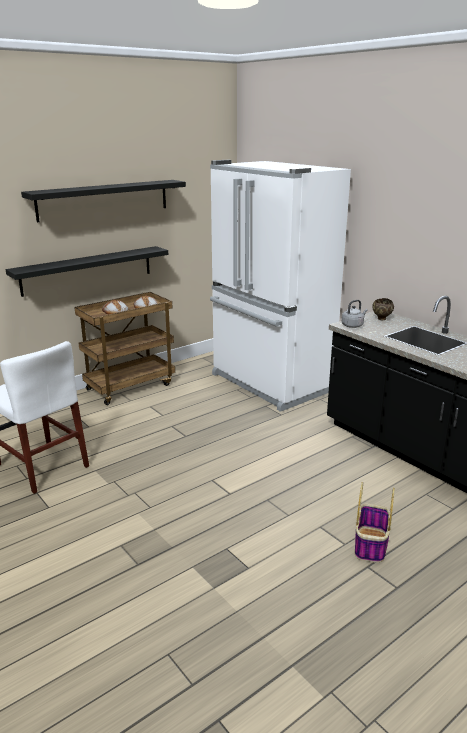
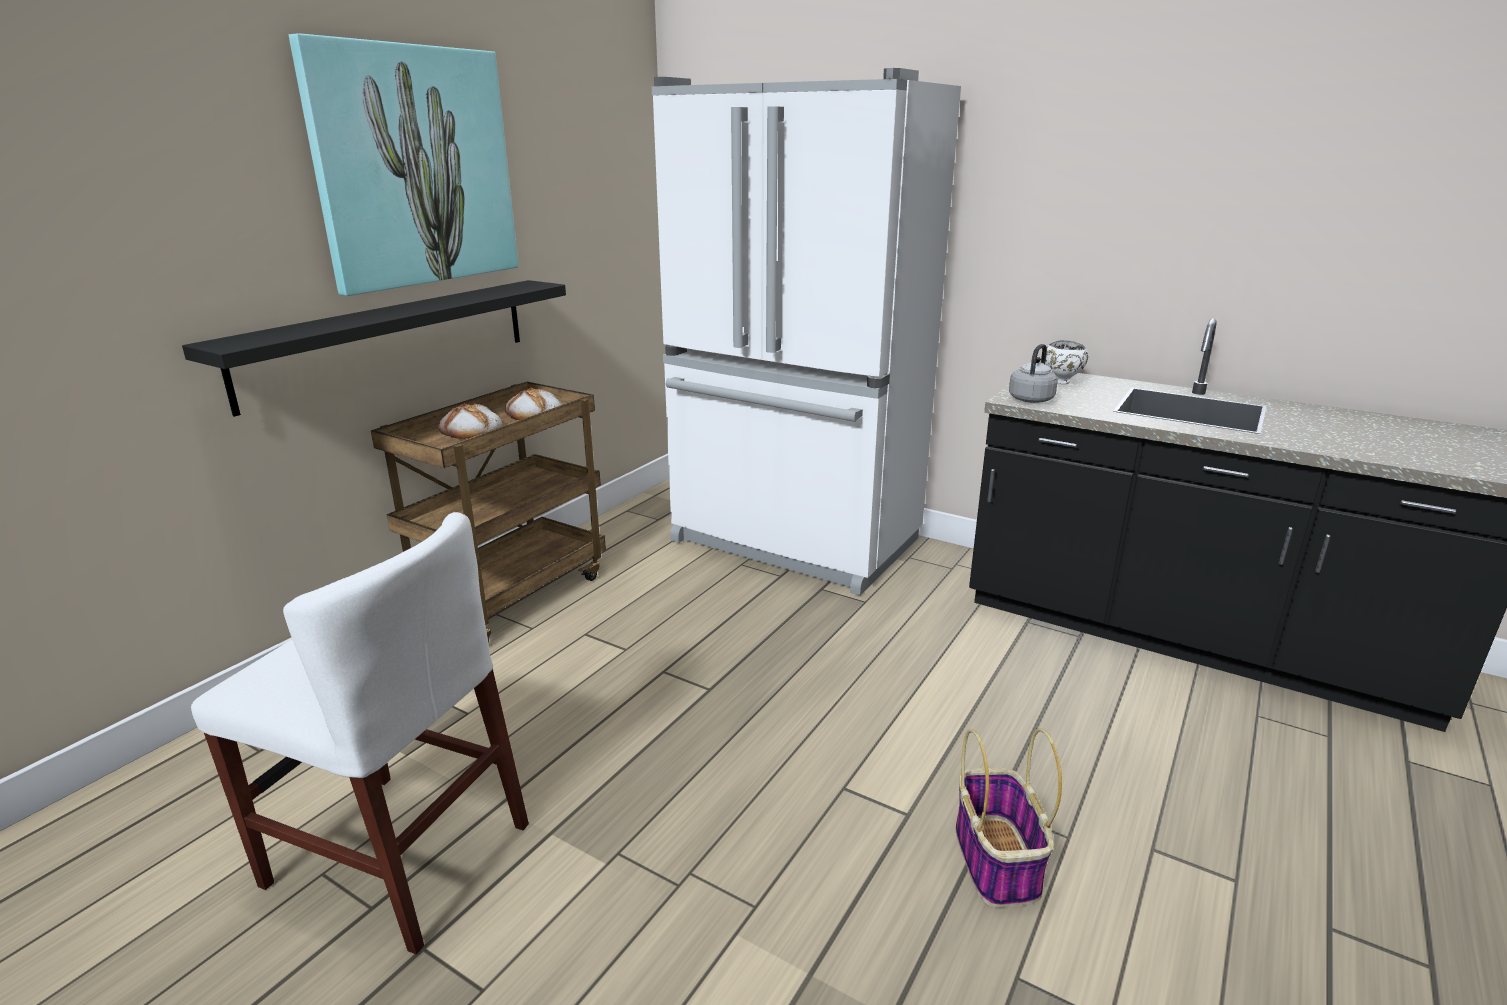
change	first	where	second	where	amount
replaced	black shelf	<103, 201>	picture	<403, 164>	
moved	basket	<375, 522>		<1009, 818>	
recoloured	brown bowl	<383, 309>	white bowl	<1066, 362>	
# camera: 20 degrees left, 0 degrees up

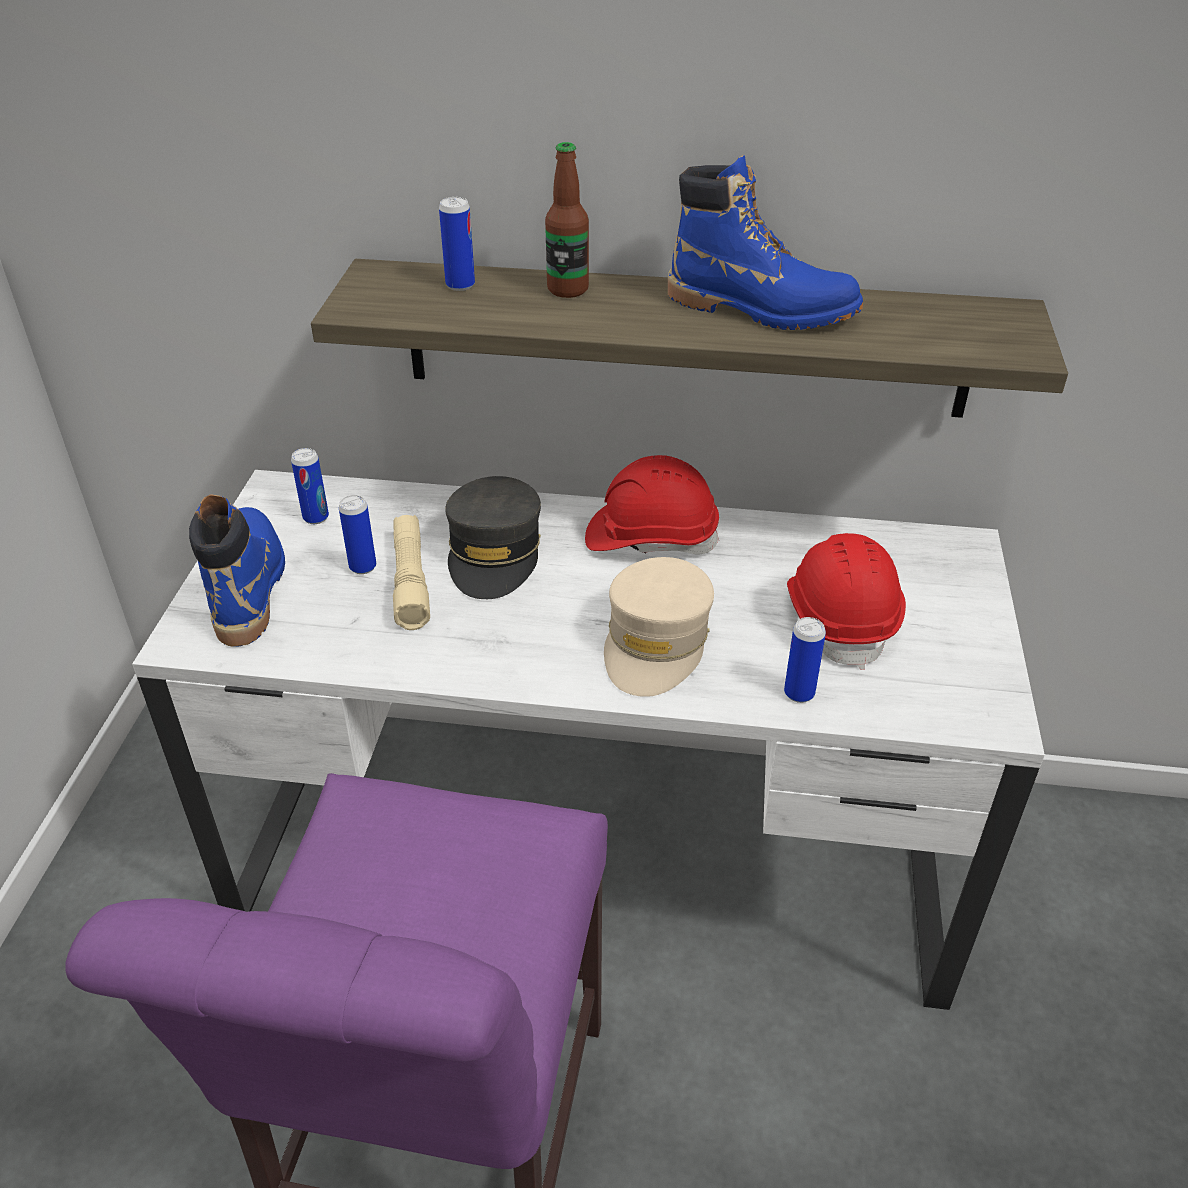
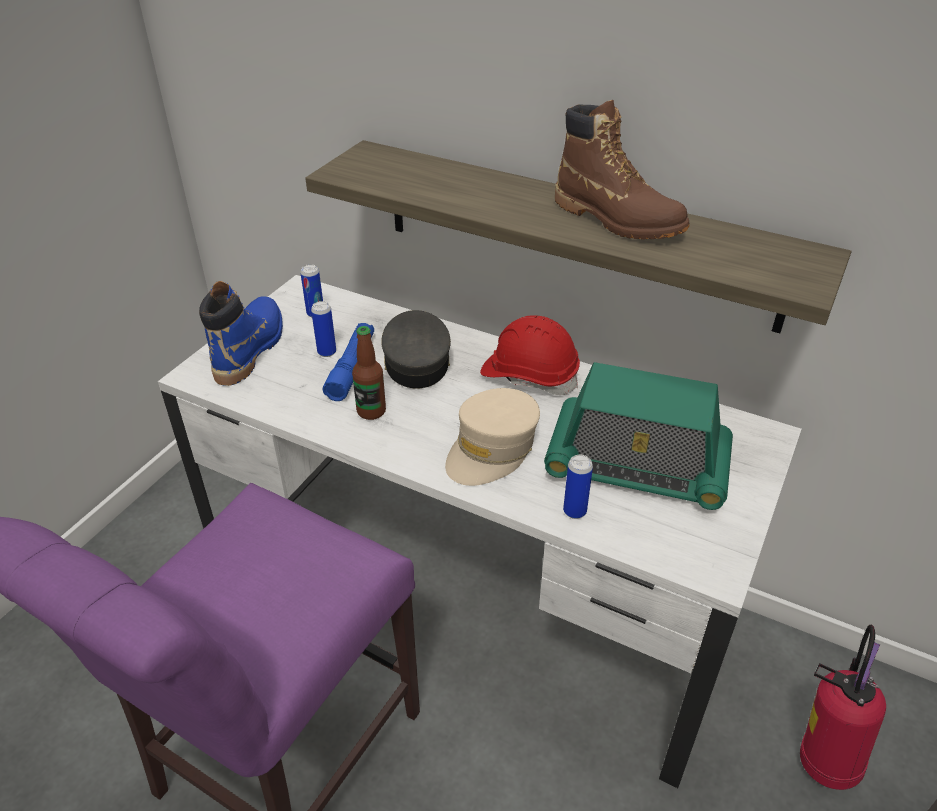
change	first	where	second	where	amount
recoloured	beige flashlight	<411, 572>	blue flashlight	<348, 362>	
moved	bottle	<567, 220>		<369, 373>	
turned	grey cap	<493, 537>		<416, 349>	150 degrees clockwise
replaced	red hard hat	<846, 601>	radio	<638, 436>	
recoloured	blue boot	<765, 242>	brown boot	<622, 170>	
added			fire extinguisher	<843, 707>	
removed	can	<457, 244>			
# camera: 20 degrees right, 0 degrees up

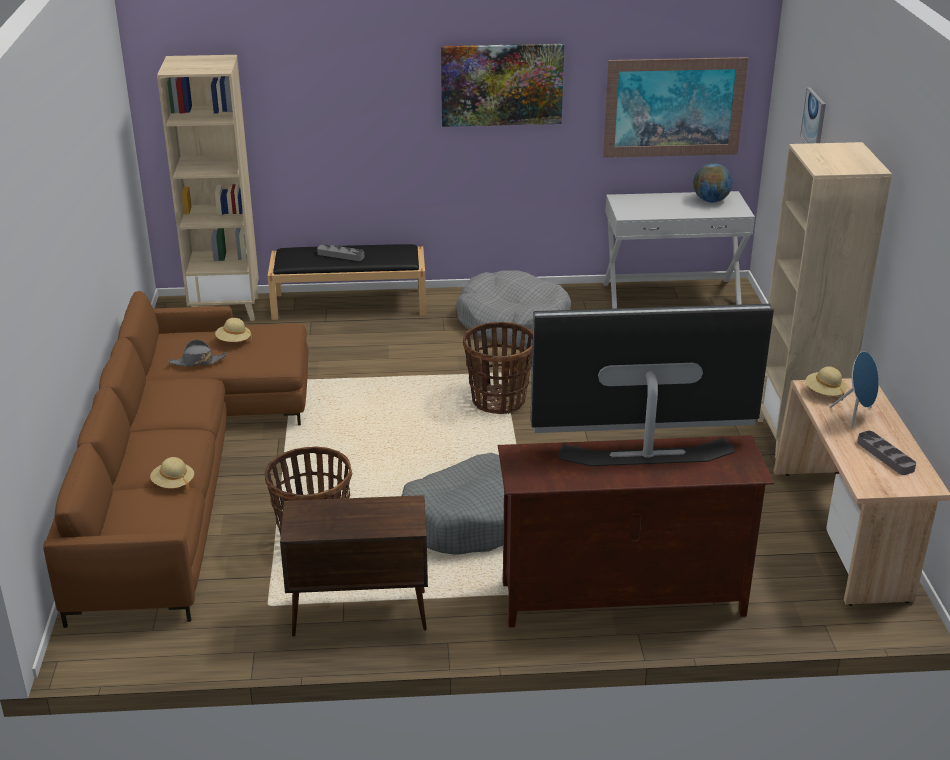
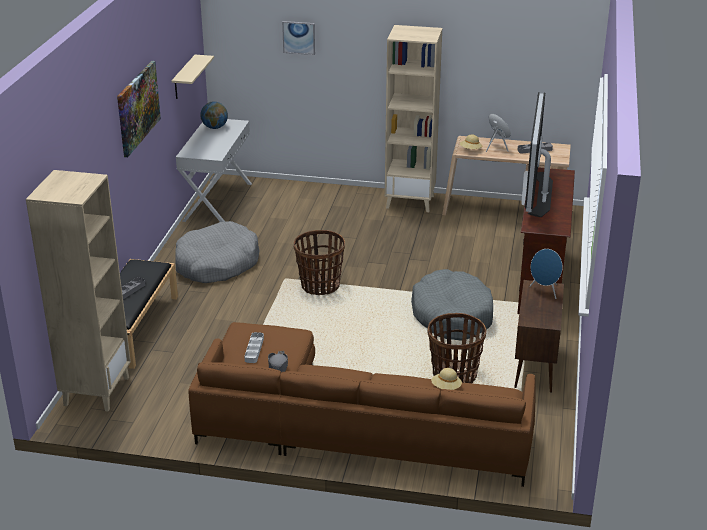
change	first	where	second	where	amount
replaced	picture	<675, 107>	beige shelf	<193, 77>	
replaced	beige hat	<233, 330>	grey tray	<254, 347>	
added			blue speaker	<546, 274>	
# camera: 75 degrees left, 0 degrees up

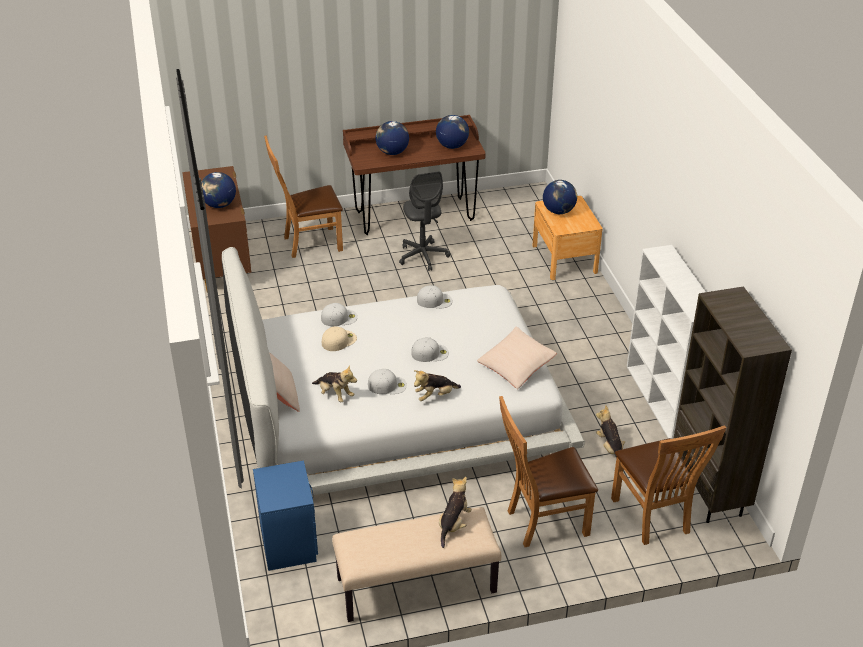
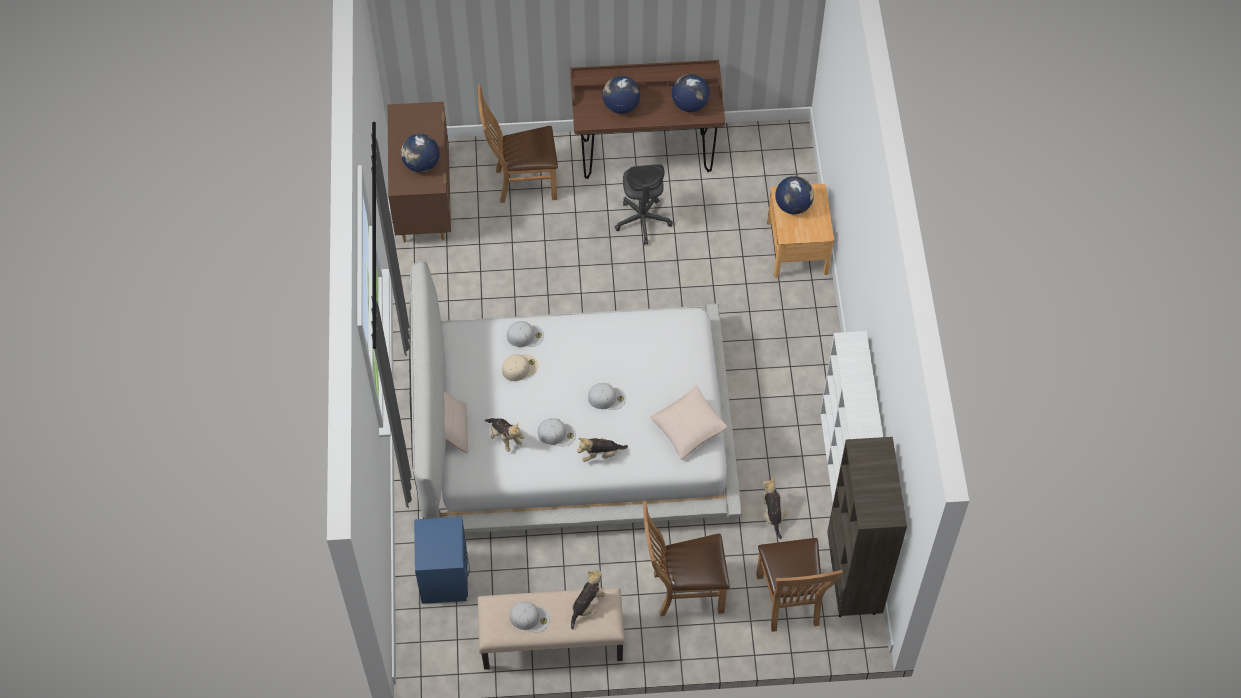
change	first	where	second	where	amount
moved	white cap	<434, 296>		<530, 617>	
# camera: 10 degrees right, 20 degrees up

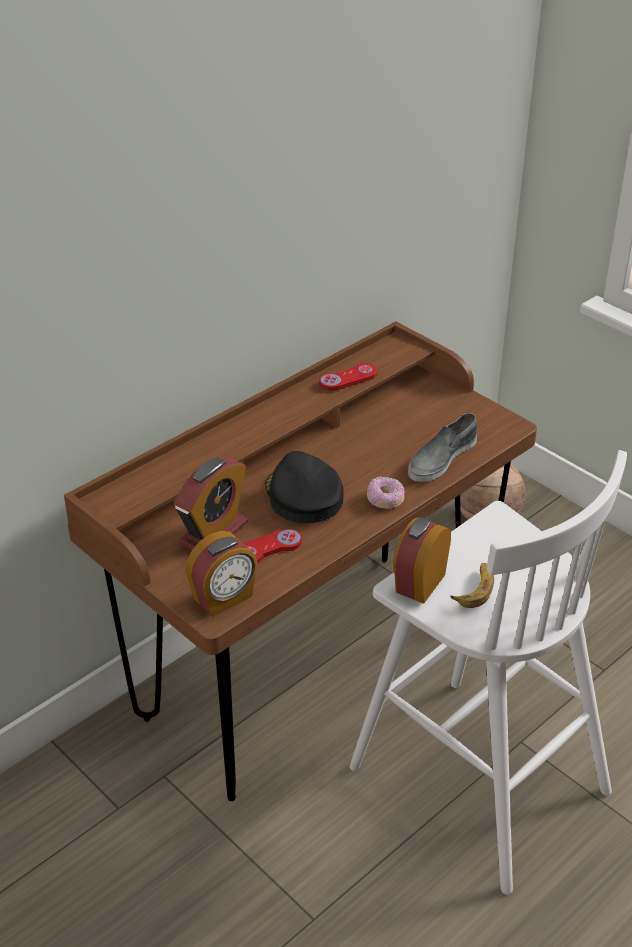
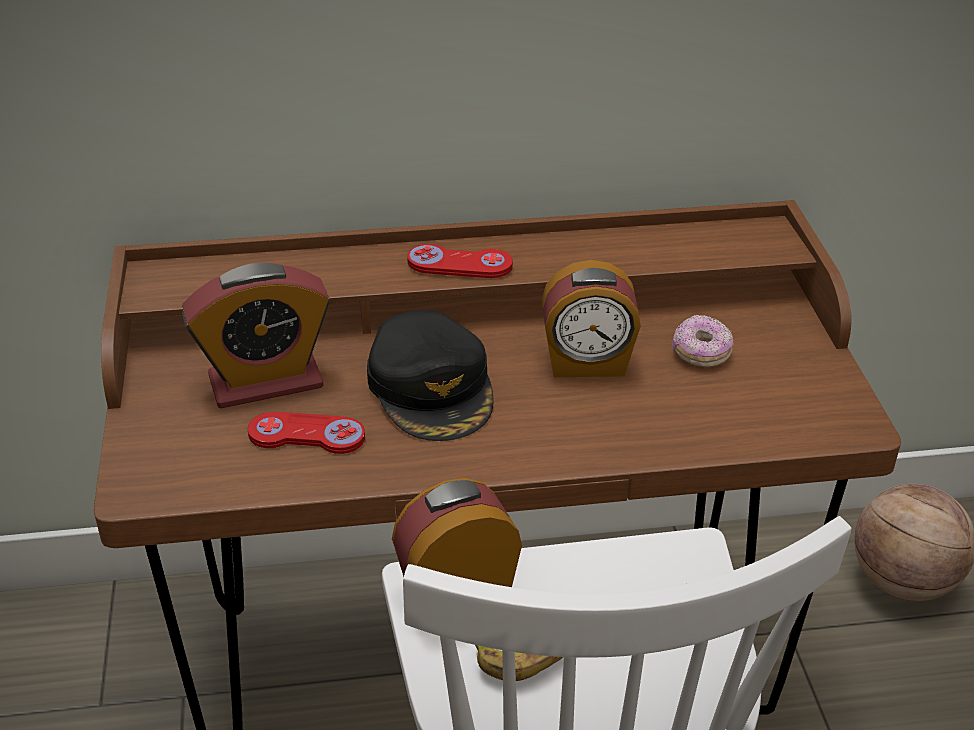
change	first	where	second	where	amount
turned	black cap	<304, 487>		<430, 375>	150 degrees clockwise
moved	red game controller	<348, 376>		<460, 261>	
moved	alarm clock	<221, 574>		<591, 318>	
moved	donut	<385, 493>		<702, 341>	
removed	grey shoe	<443, 447>			
# camera: 35 degrees right, 0 degrees up

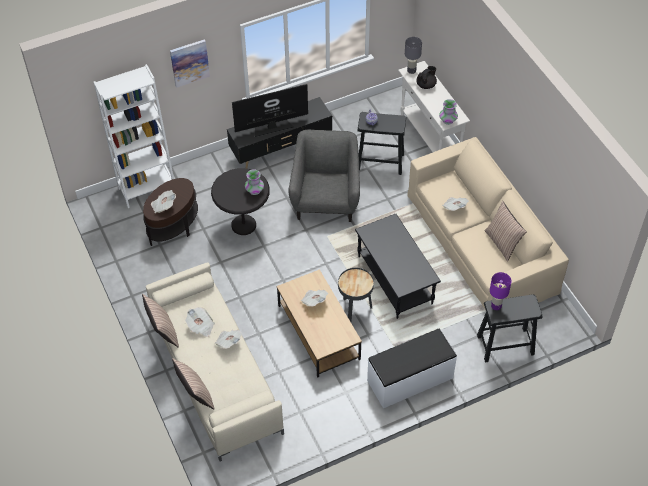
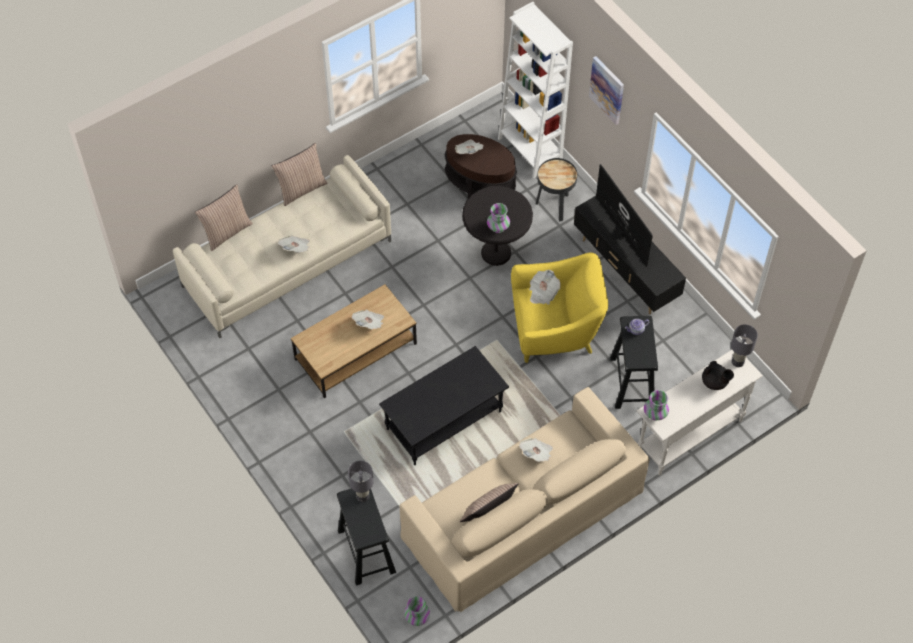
change	first	where	second	where	amount
recoloured	purple table lamp	<500, 291>	grey table lamp	<361, 481>	
added			vase	<417, 611>	
recoloured	grey armchair	<324, 176>	yellow armchair	<559, 307>	
moved	newspaper	<200, 322>		<545, 287>	
moved	black side table	<356, 295>		<556, 189>	
removed	white bench	<412, 368>			
# camera: 80 degrees right, 5 degrees up

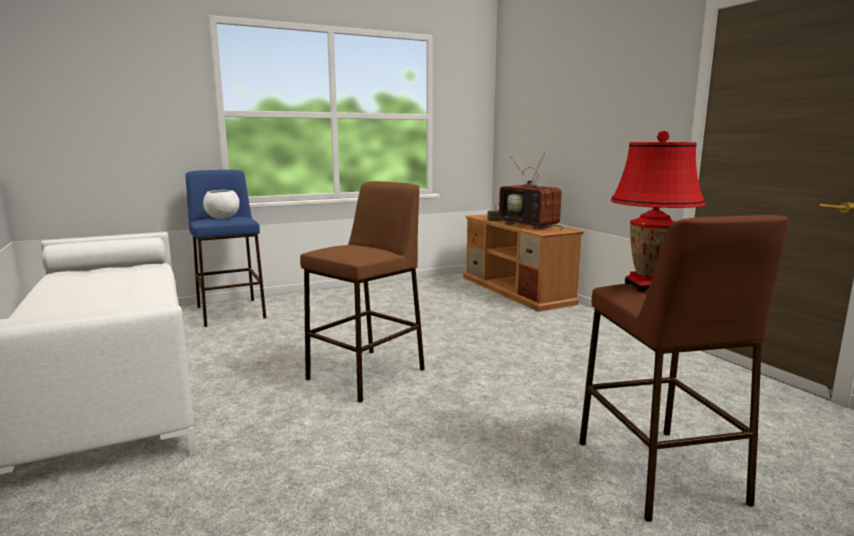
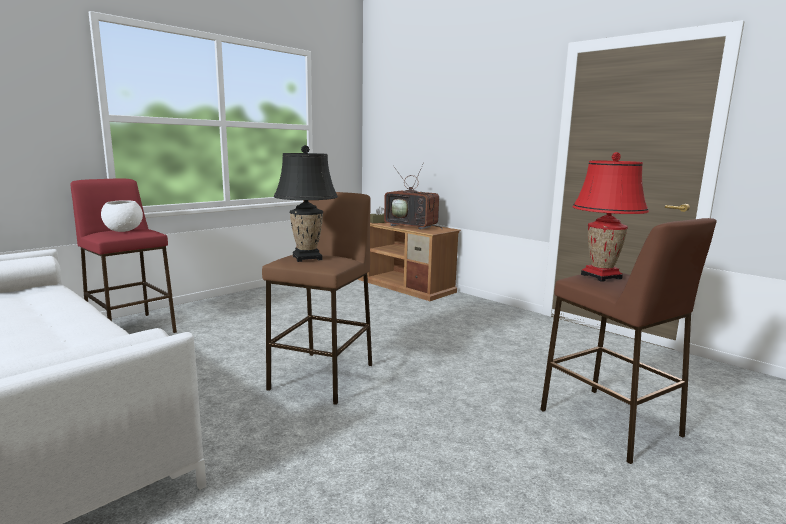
change	first	where	second	where	amount
recoloured	blue stool	<226, 248>	red stool	<123, 255>	
added			black table lamp	<306, 203>	
# camera: 20 degrees left, 0 degrees up

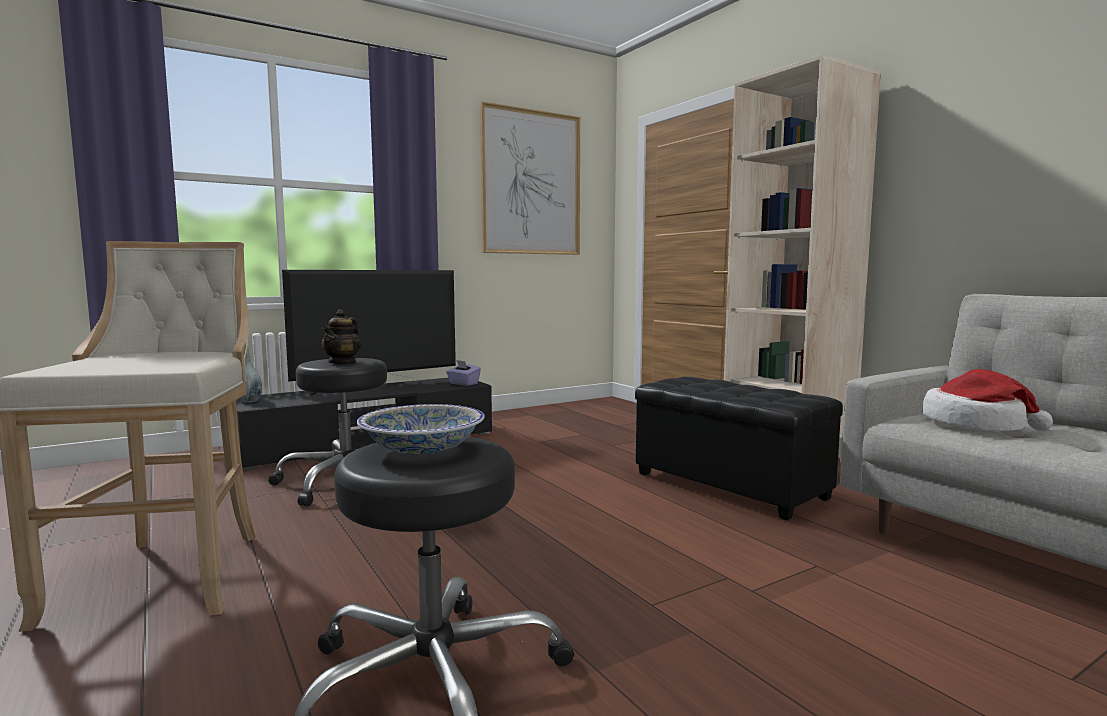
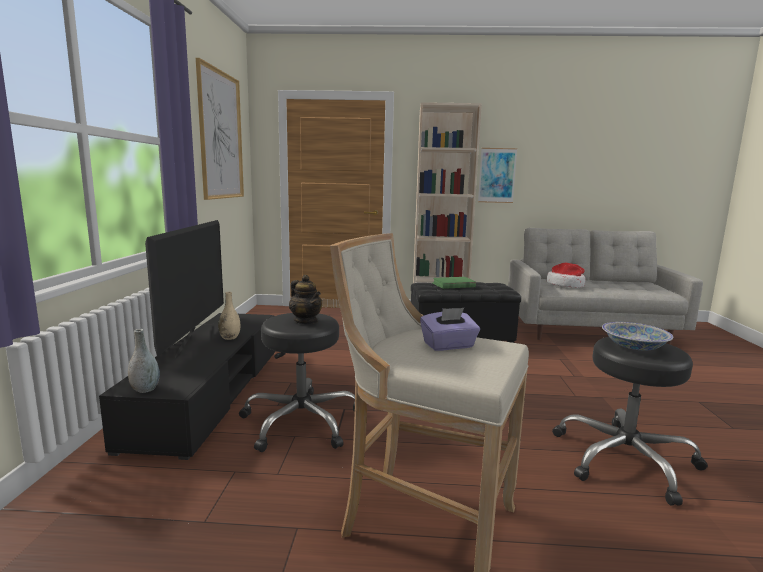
change	first	where	second	where	amount
added			beige vase	<229, 316>	
moved	purple tissue box	<463, 373>		<450, 329>	
added			green book	<454, 283>	
added			picture	<497, 175>	
# camera: 55 degrees left, 5 degrees up

